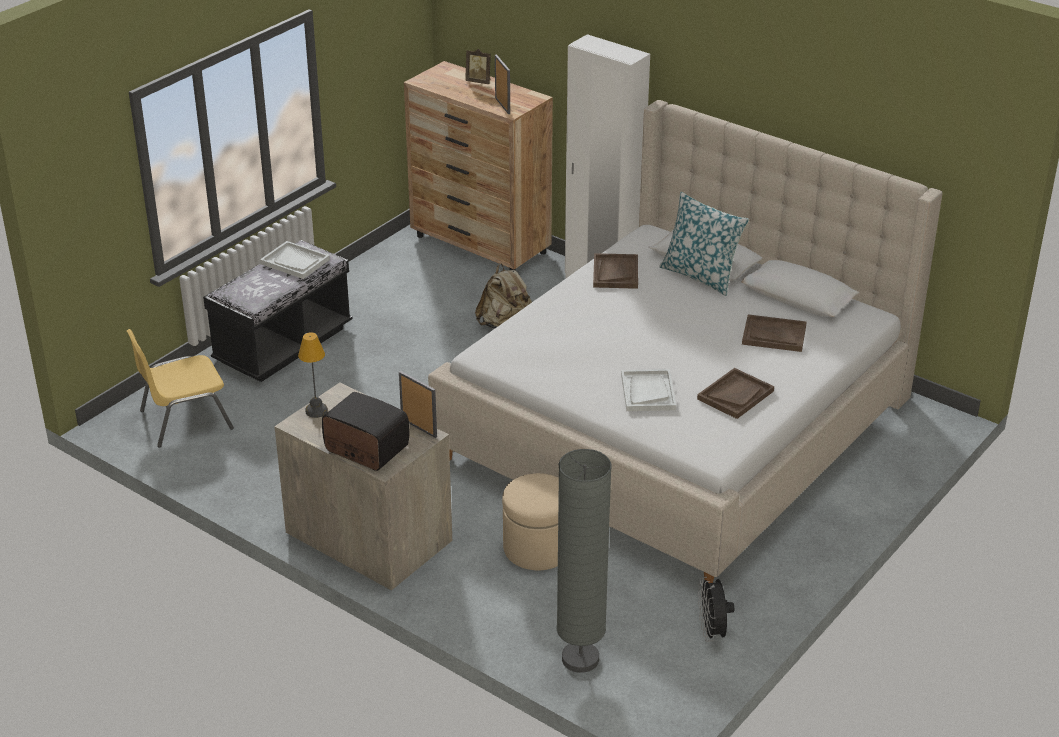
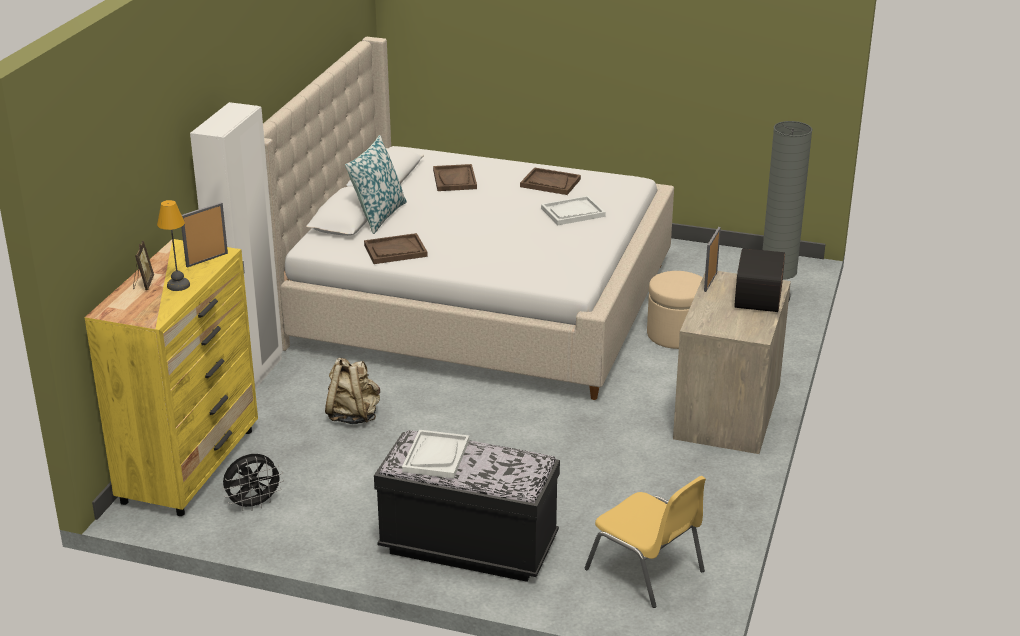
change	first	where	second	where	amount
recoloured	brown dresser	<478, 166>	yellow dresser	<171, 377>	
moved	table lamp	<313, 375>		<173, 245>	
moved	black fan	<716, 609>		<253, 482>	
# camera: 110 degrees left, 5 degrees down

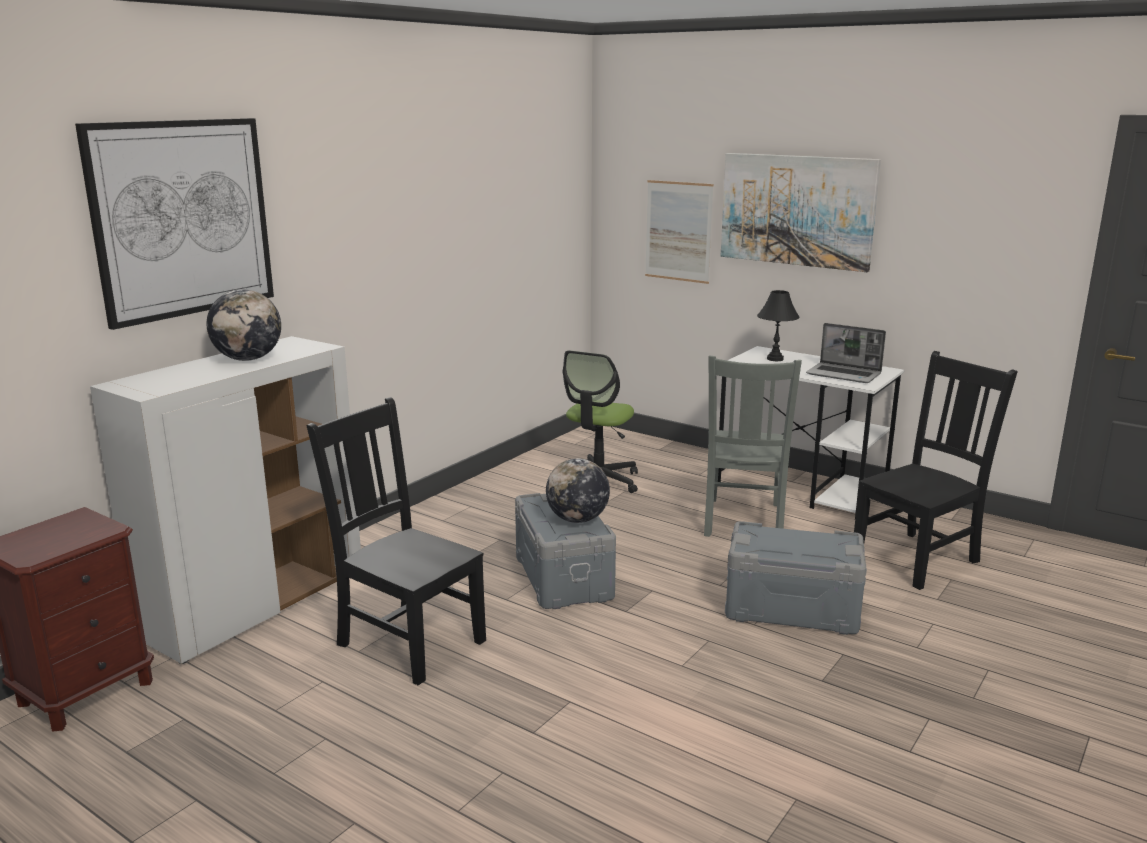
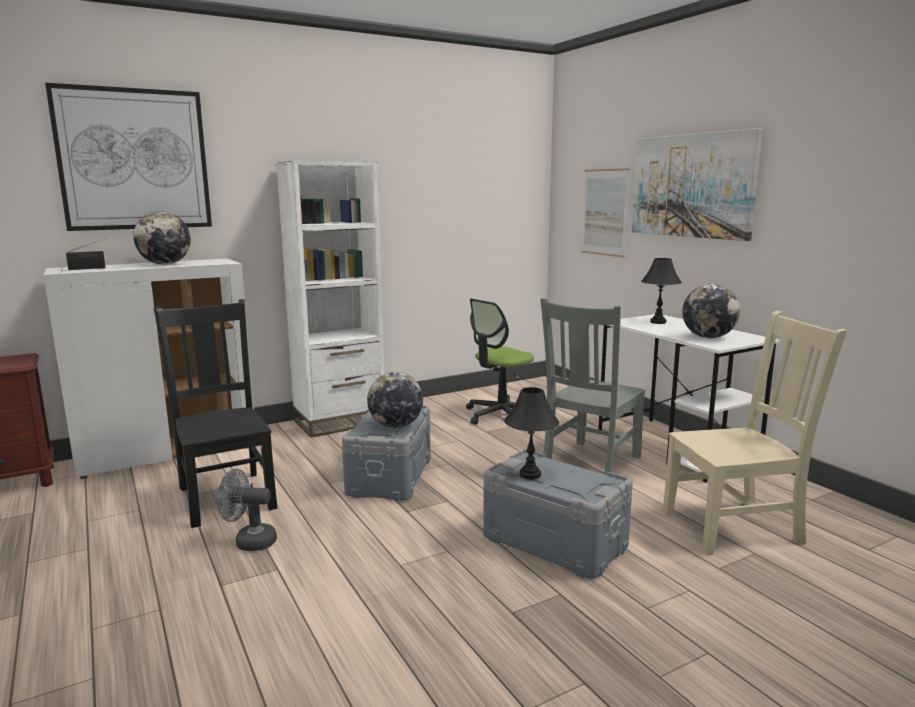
change	first	where	second	where	amount
added			radio	<86, 254>	
added			grey fan	<247, 510>	
added			white bookcase	<330, 299>	
added			black table lamp	<531, 433>	
recoloured	black chair	<936, 470>	beige chair	<755, 433>	
replaced	laptop	<846, 353>	globe	<711, 311>	
# camera: 25 degrees right, 5 degrees down

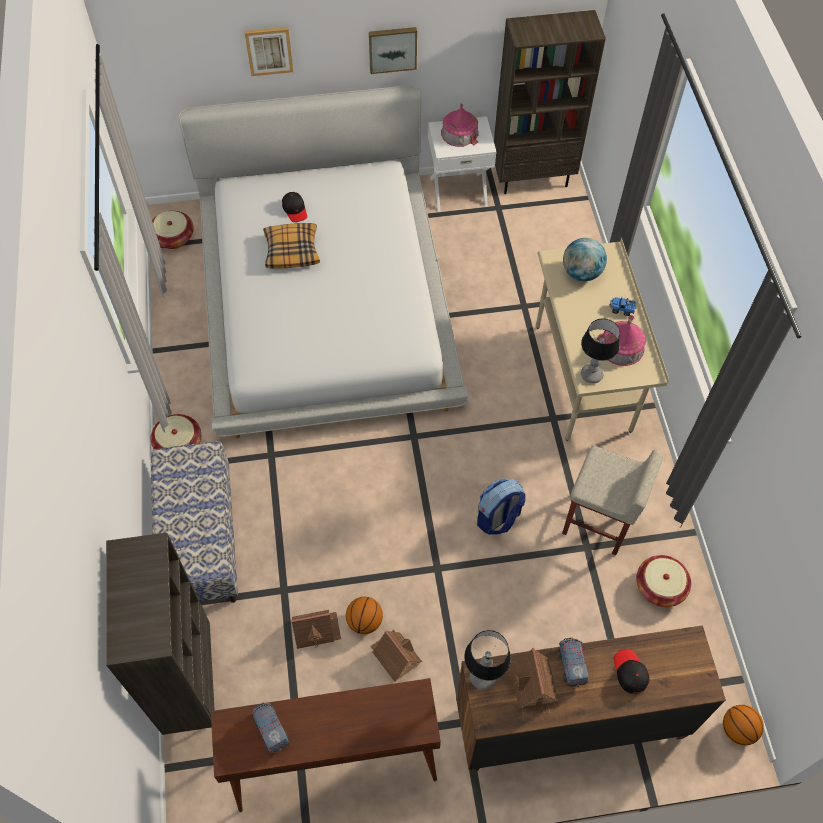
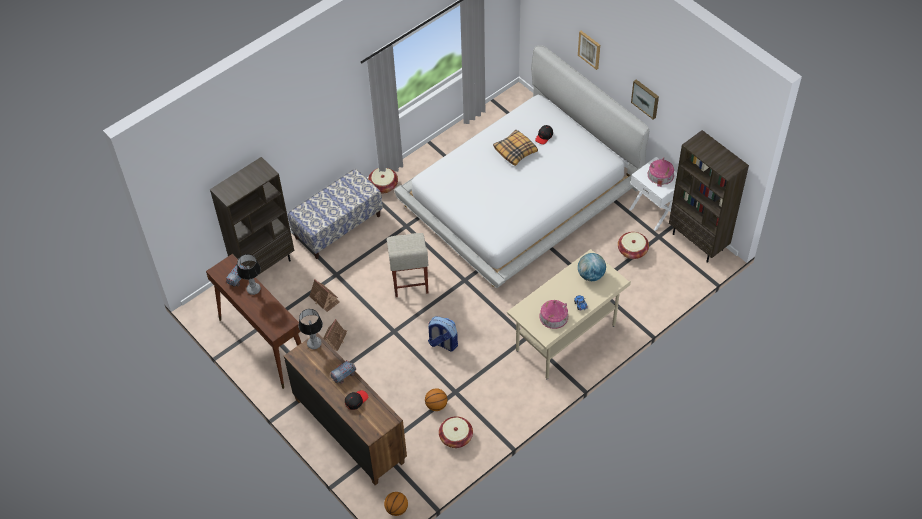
change	first	where	second	where	amount
moved	table lamp	<600, 351>		<249, 274>	
moved	beige stool	<612, 500>		<407, 265>	
moved	basketball	<364, 615>		<436, 399>	
moved	basket	<173, 230>		<633, 245>	
removed	toy house	<534, 682>			
# camera: 60 degrees right, 5 degrees down

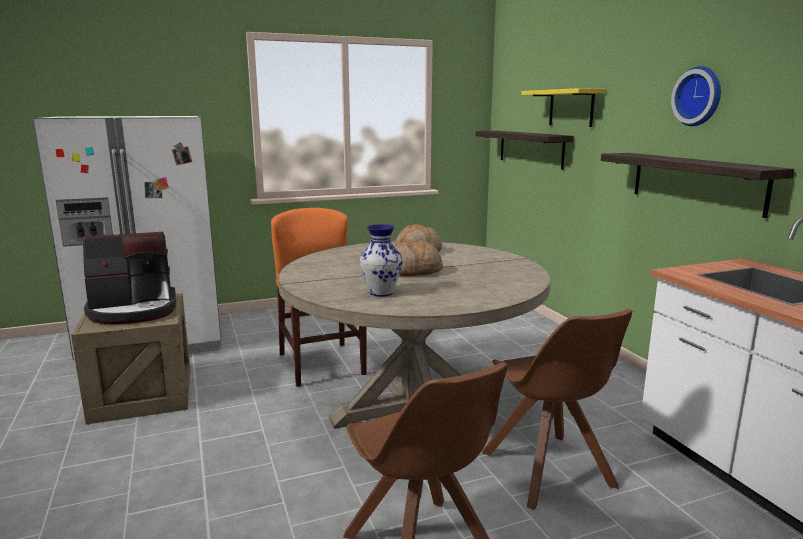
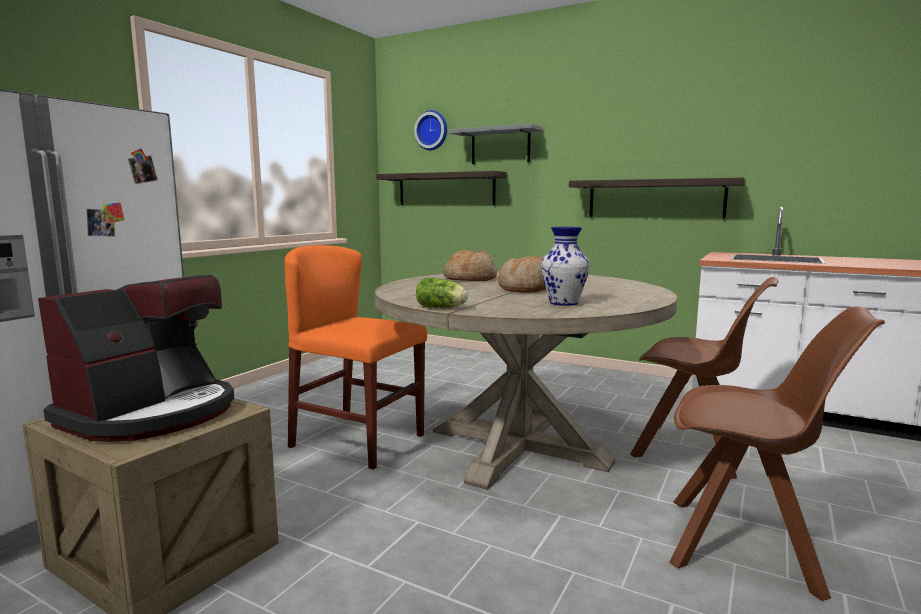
change	first	where	second	where	amount
moved	wall clock	<696, 96>		<430, 130>	
added			lettuce	<442, 293>	
recoloured	yellow shelf	<563, 107>	grey shelf	<496, 144>	
# camera: 40 degrees left, 5 degrees down

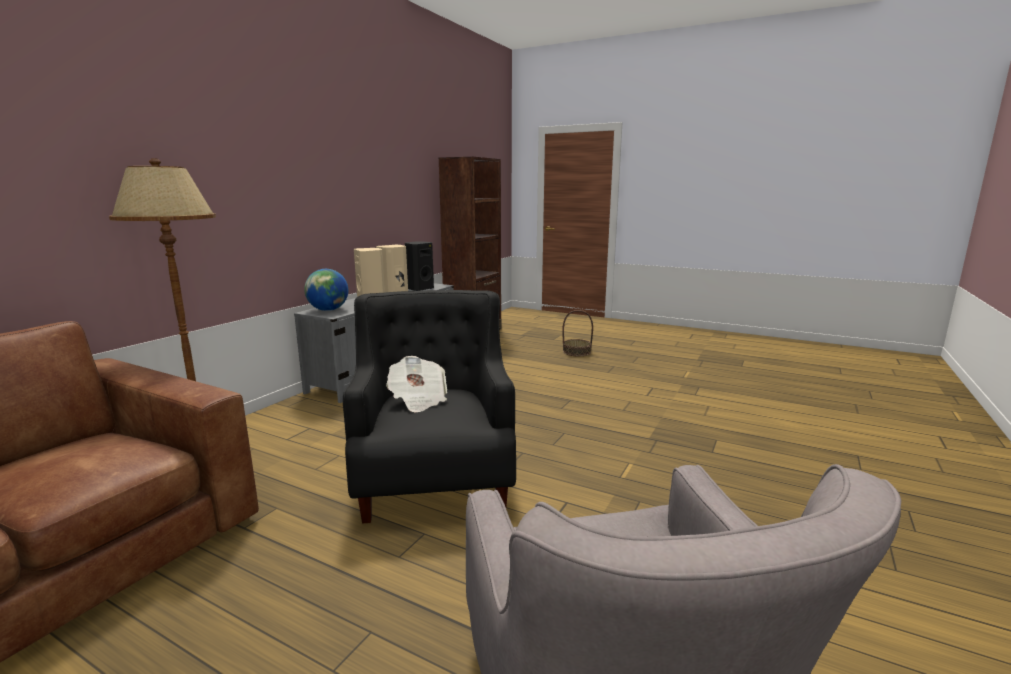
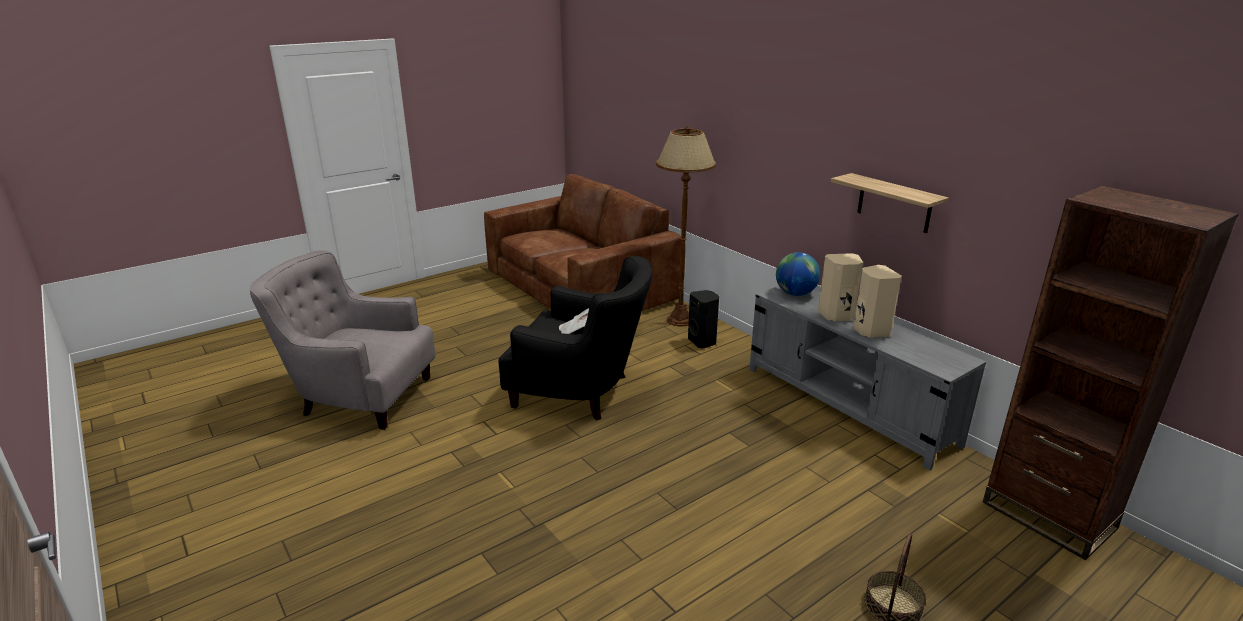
change	first	where	second	where	amount
moved	black speaker	<419, 266>		<703, 319>	
added			shelf	<890, 203>	
# camera: 115 degrees right, 10 degrees up

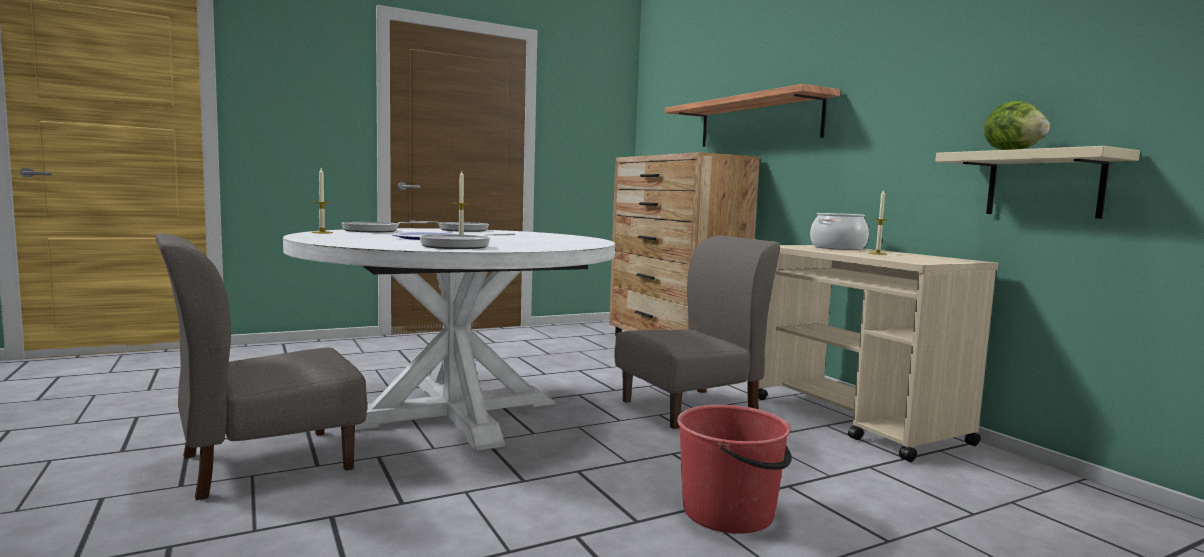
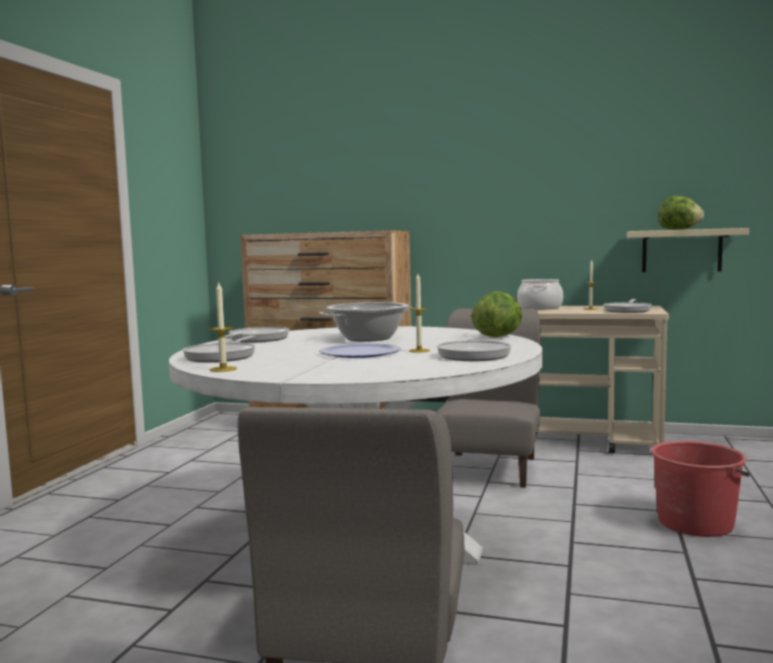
change	first	where	second	where	amount
added			cooking pot	<366, 322>	
added			lettuce	<496, 314>	
added			frying pan	<627, 306>	
removed	shelf	<753, 115>			
# camera: 45 degrees left, 0 degrees up

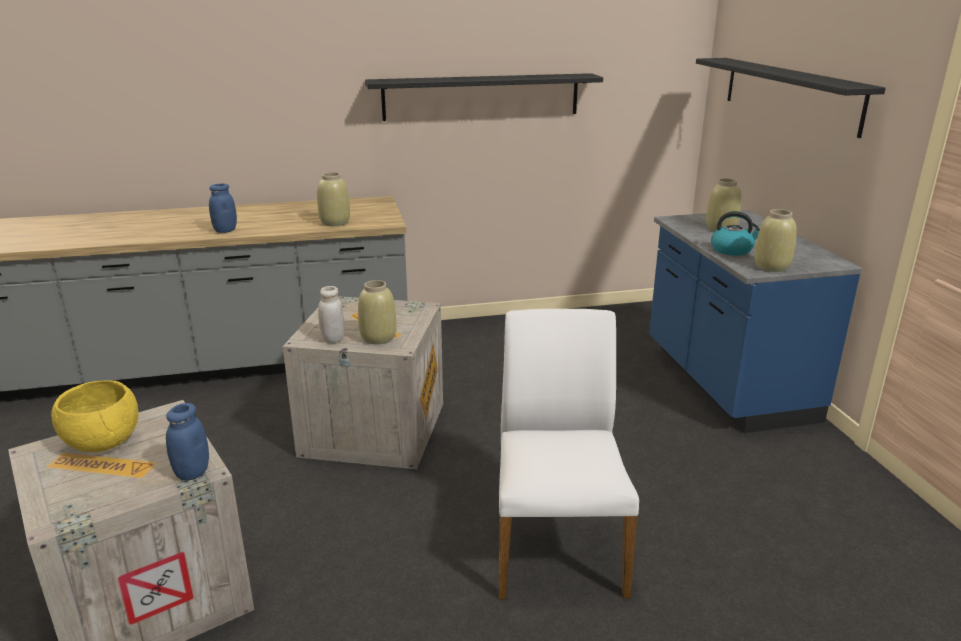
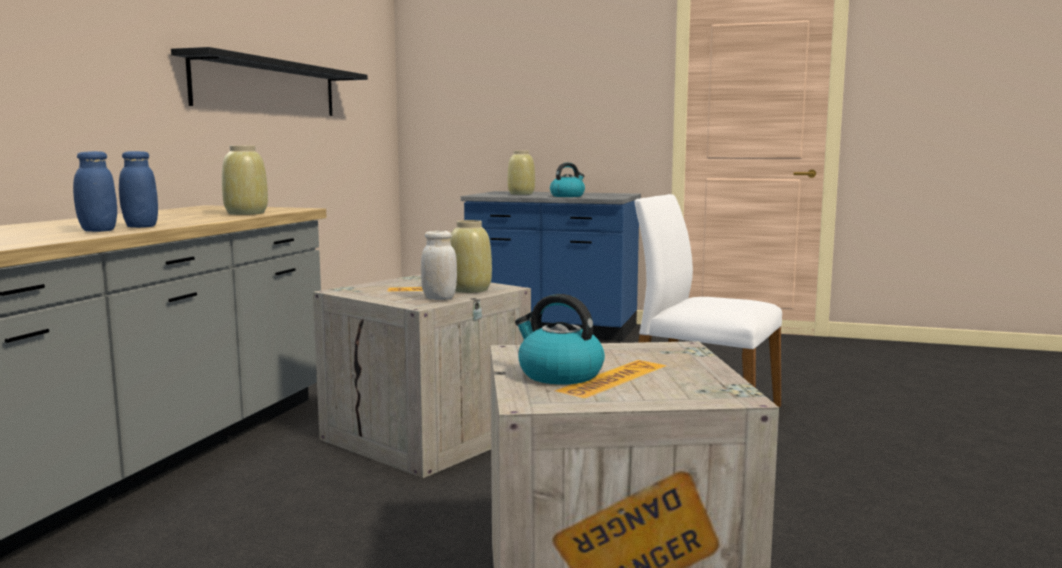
change	first	where	second	where	amount
moved	blue jar	<187, 442>		<95, 191>	
replaced	yellow bowl	<94, 416>	kettle	<560, 339>	
removed	black shelf	<791, 98>			
removed	beige vase	<775, 240>			
# camera: 60 degrees left, 15 degrees down

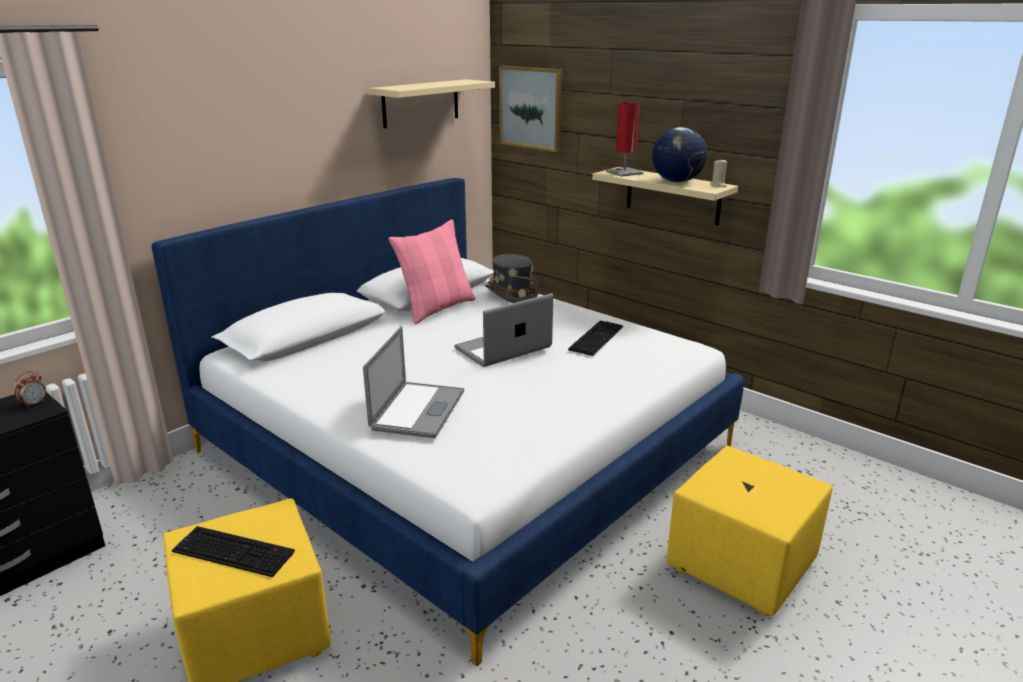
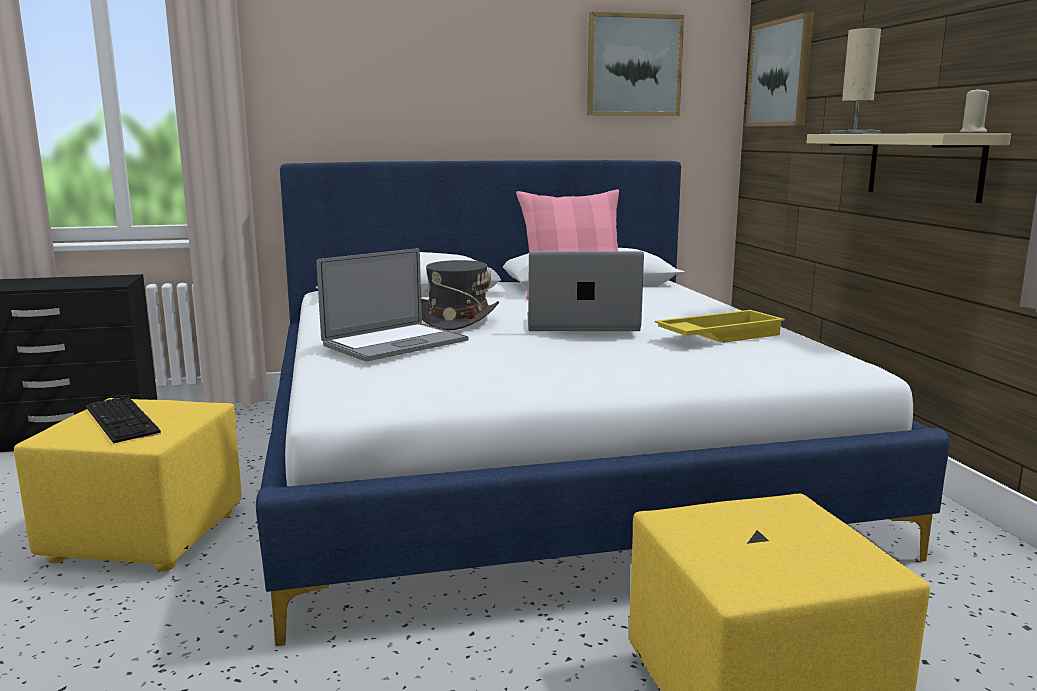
change	first	where	second	where	amount
moved	grey hat	<512, 278>		<460, 295>	
replaced	beige shelf	<432, 103>	picture	<635, 64>	
replaced	keyboard	<595, 338>	yellow tray	<720, 326>	
recoloured	red table lamp	<625, 139>	beige table lamp	<855, 81>	
removed	alarm clock	<30, 389>			
removed	globe	<679, 155>			
# camera: 35 degrees right, 10 degrees down

